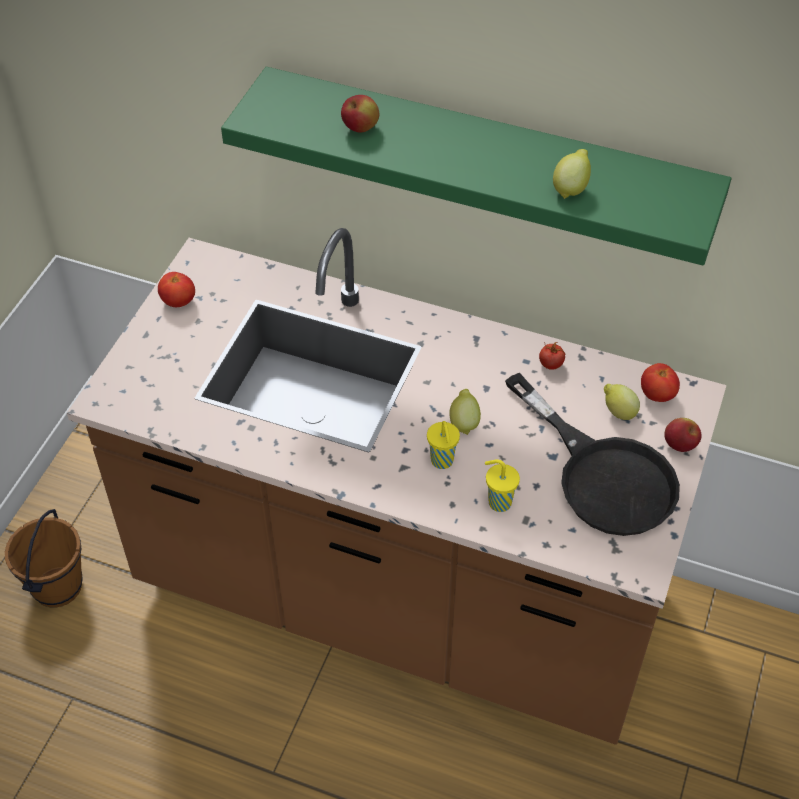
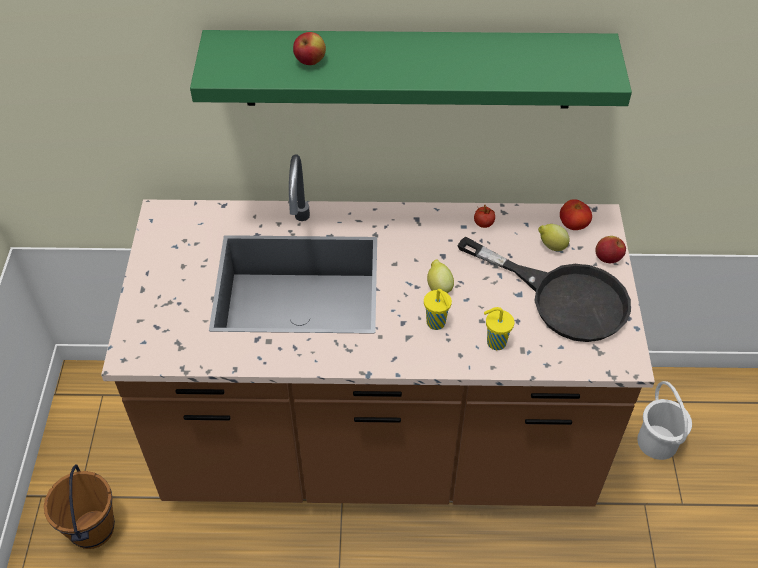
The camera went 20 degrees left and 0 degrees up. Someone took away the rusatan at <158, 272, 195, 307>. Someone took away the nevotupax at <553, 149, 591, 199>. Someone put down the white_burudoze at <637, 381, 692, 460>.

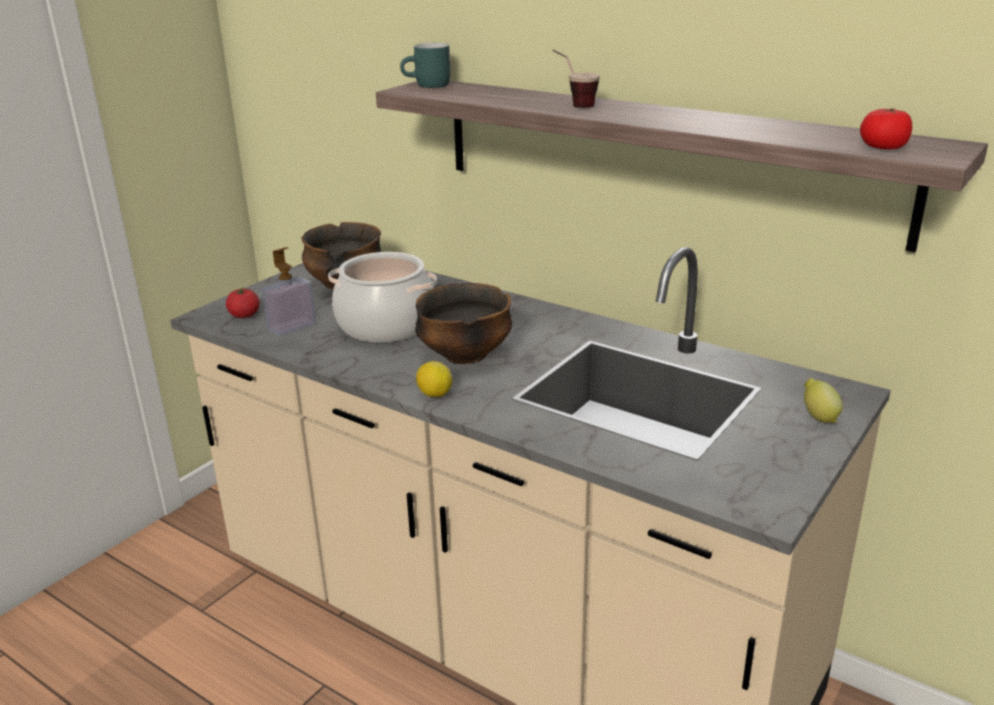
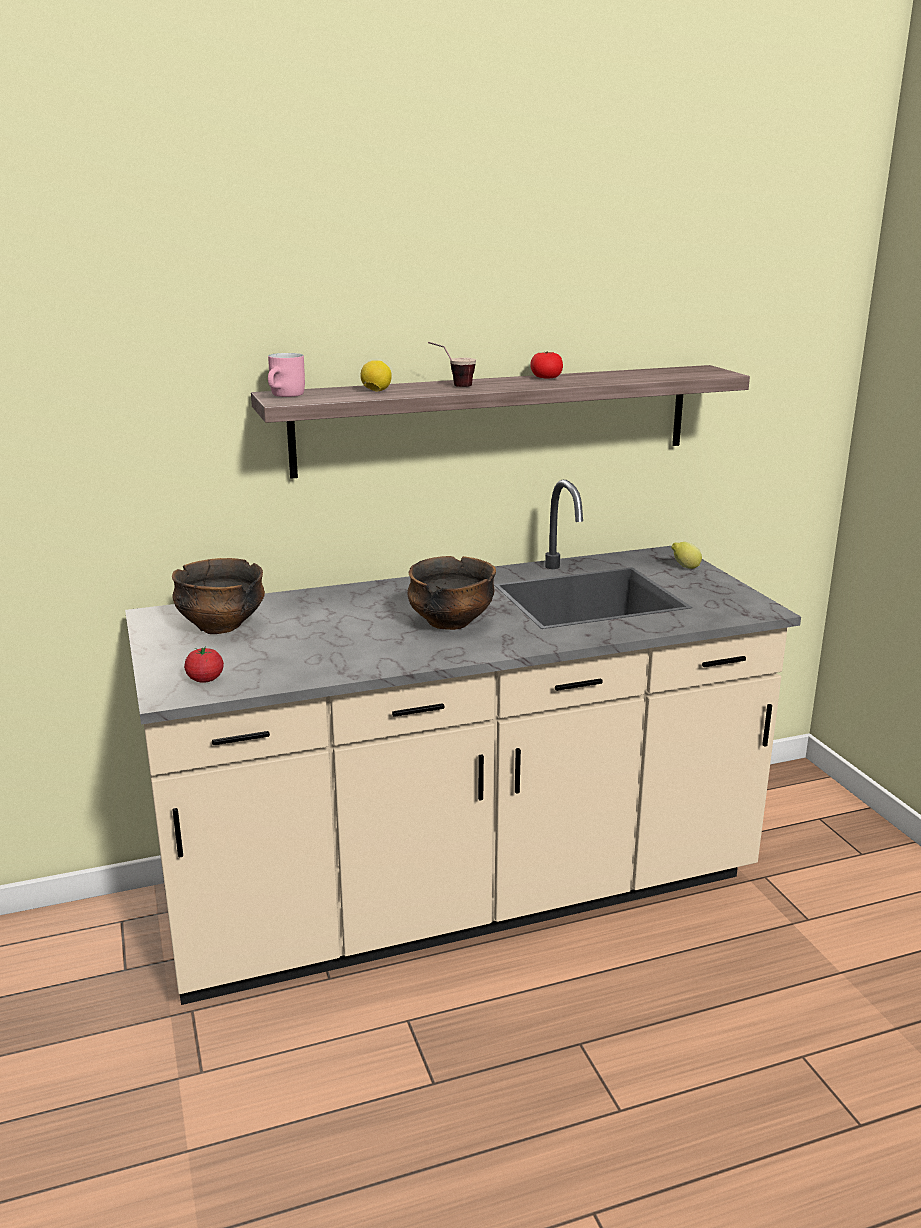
The camera went 55 degrees left and 5 degrees down. Someone took away the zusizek at <262, 247, 316, 336>. Someone took away the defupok at <328, 252, 437, 343>. Someone repainted the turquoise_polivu at <400, 43, 450, 88>, which became the pink_polivu at <268, 353, 305, 397>. Someone carried the nevotupax from <416, 361, 452, 397> to <360, 360, 392, 391>. Someone carried the rusatan from <860, 108, 912, 150> to <530, 351, 563, 379>.

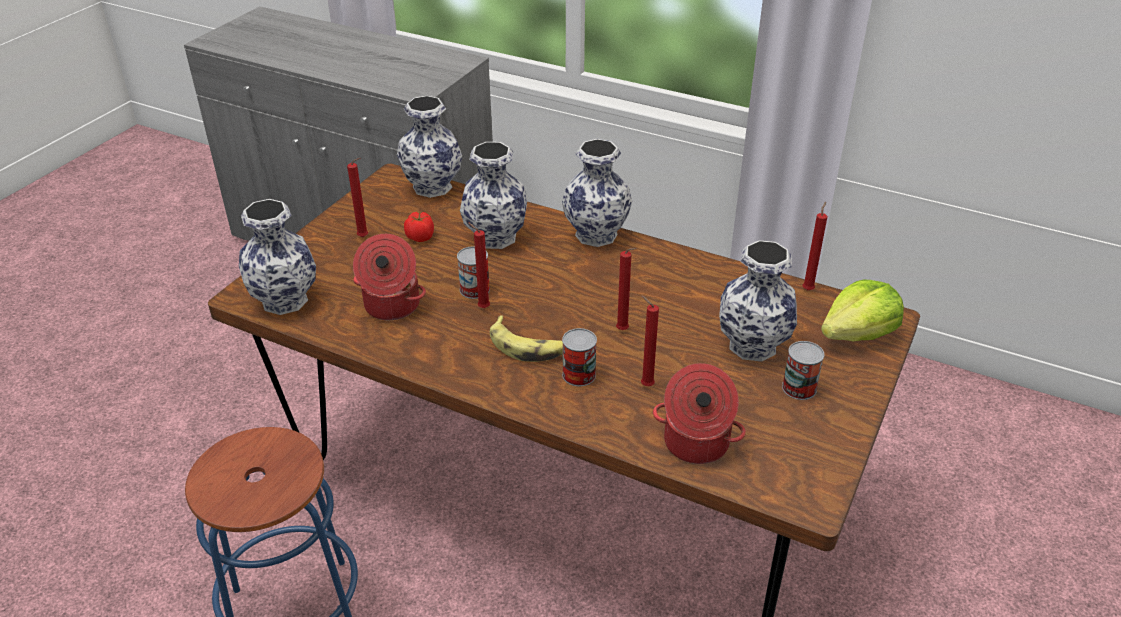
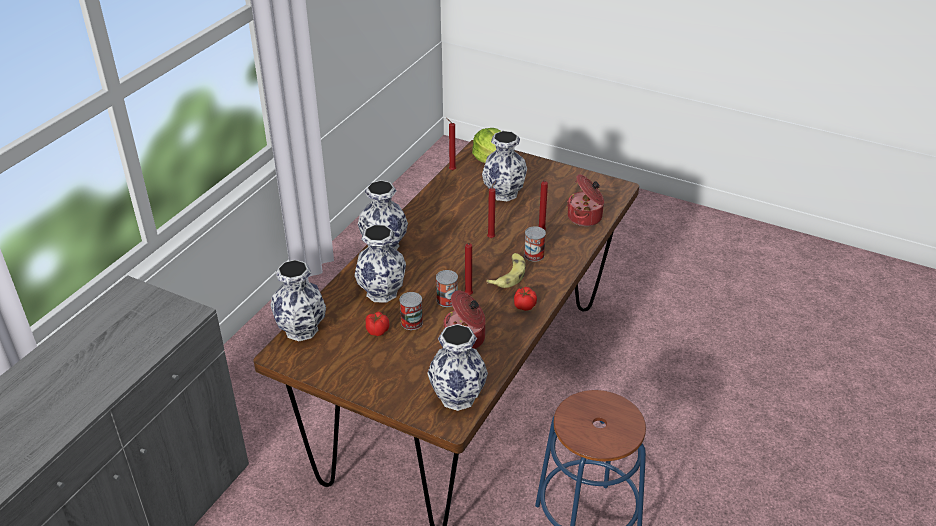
The camera went 90 degrees left and 0 degrees up. Someone took away the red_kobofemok at <347, 158, 368, 237>. Someone carried the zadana from <782, 341, 824, 400> to <400, 292, 423, 330>. Someone put down the rusatan at <514, 287, 537, 311>.

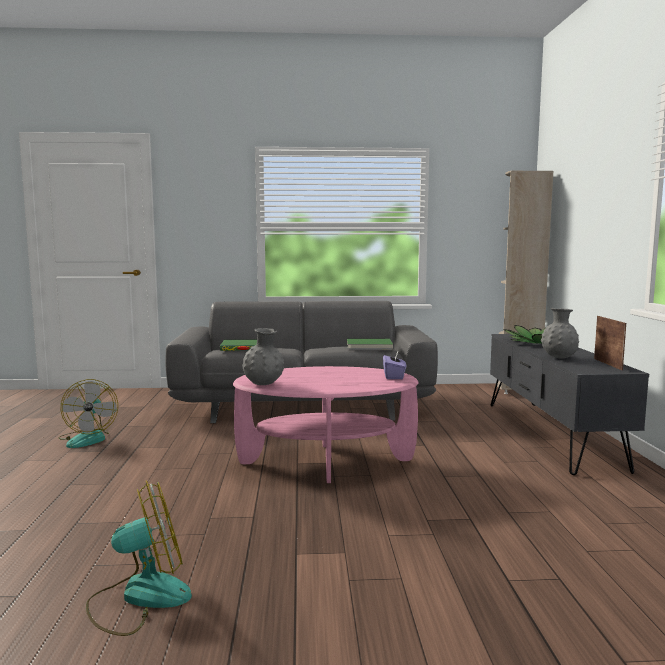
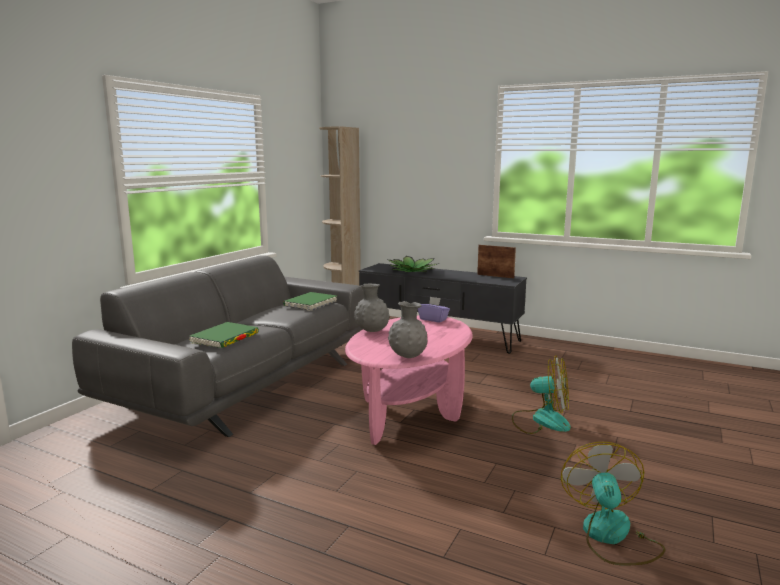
The camera went 60 degrees left and 5 degrees up. Someone carried the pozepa from <58, 379, 118, 448> to <512, 356, 571, 434>. Someone carried the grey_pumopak from <541, 308, 579, 358> to <354, 283, 390, 332>.

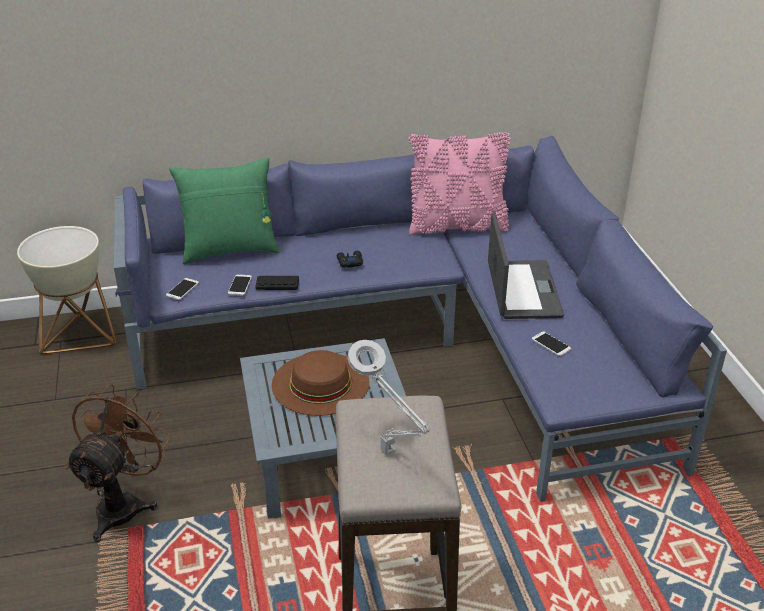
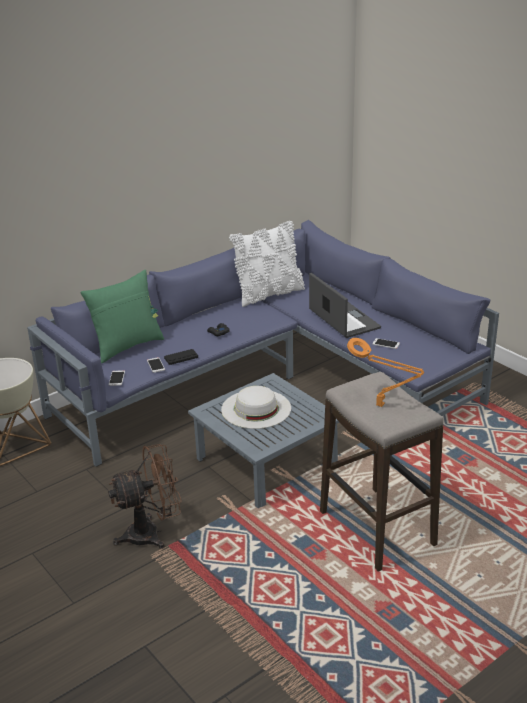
The camera went 25 degrees left and 5 degrees down. Someone rotated the brown_pozepa at <65, 384, 172, 542> by 75 degrees clockwise. Someone repainted the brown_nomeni at <272, 350, 369, 416>, which became the white_nomeni at <221, 386, 291, 429>. Someone repainted the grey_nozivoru at <347, 340, 430, 455>, which became the orange_nozivoru at <347, 338, 424, 407>. Someone repainted the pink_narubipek at <408, 132, 511, 235>, which became the white_narubipek at <229, 221, 305, 307>.

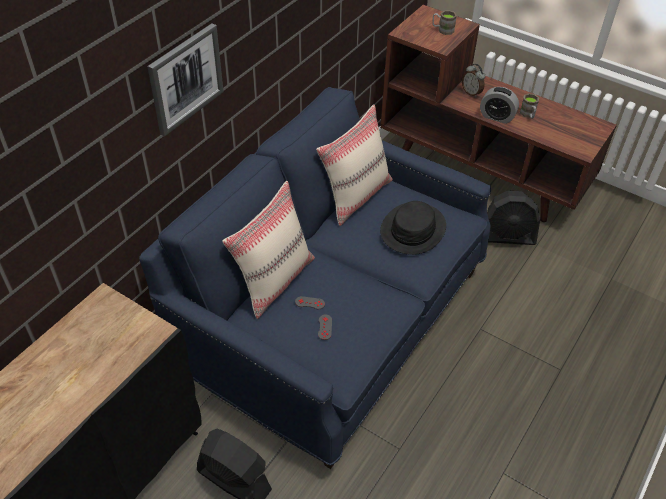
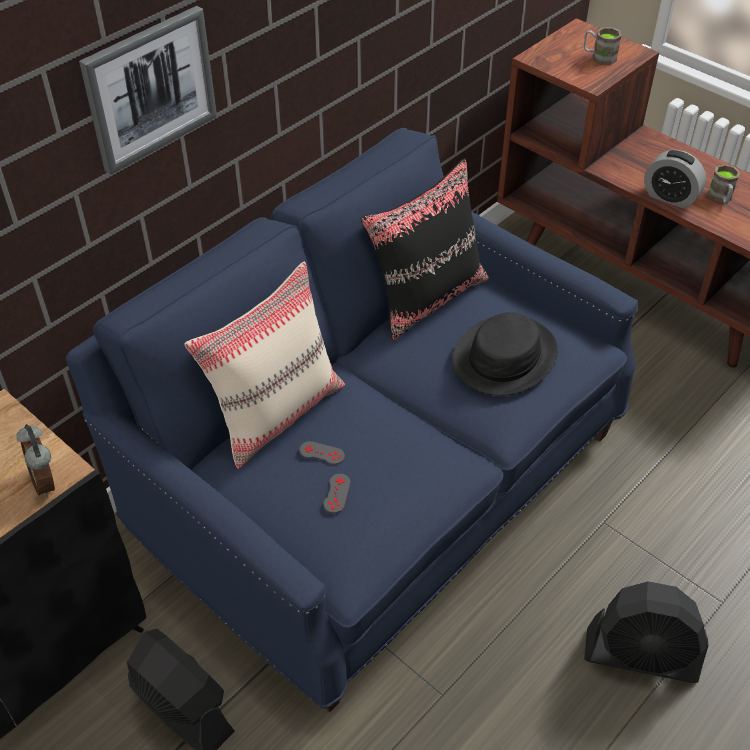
The camera went 10 degrees right and 0 degrees up. Someone repainted the beige_narubipek at <316, 105, 392, 226>, which became the black_narubipek at <361, 158, 489, 340>. Someone carried the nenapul from <462, 64, 485, 98> to <16, 424, 55, 498>. Someone carried the black_pozepa from <487, 190, 540, 245> to <584, 581, 709, 683>.

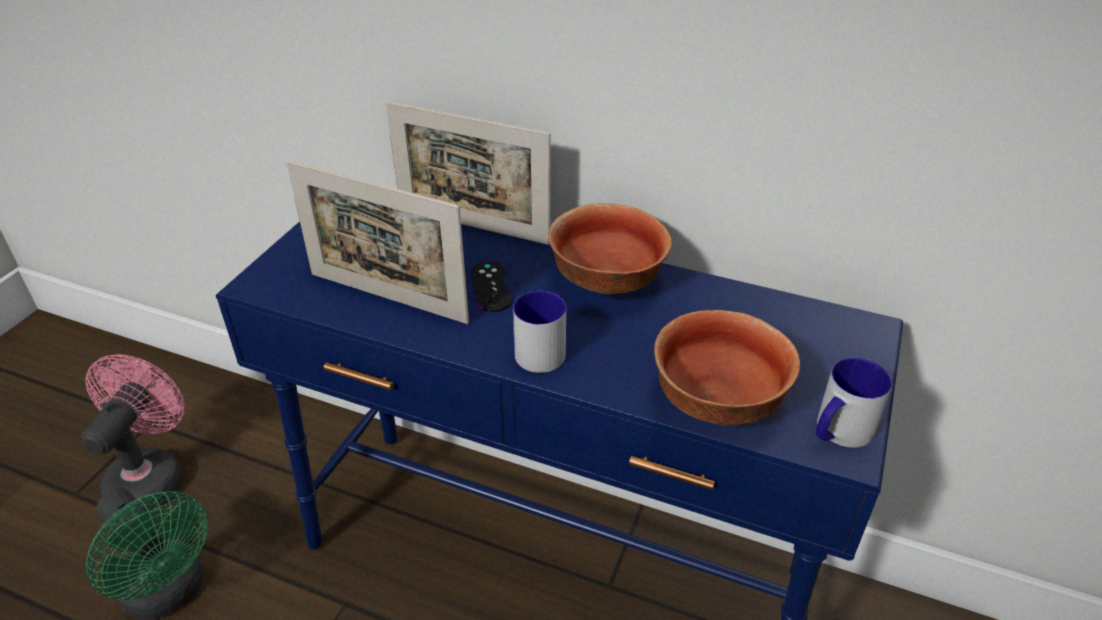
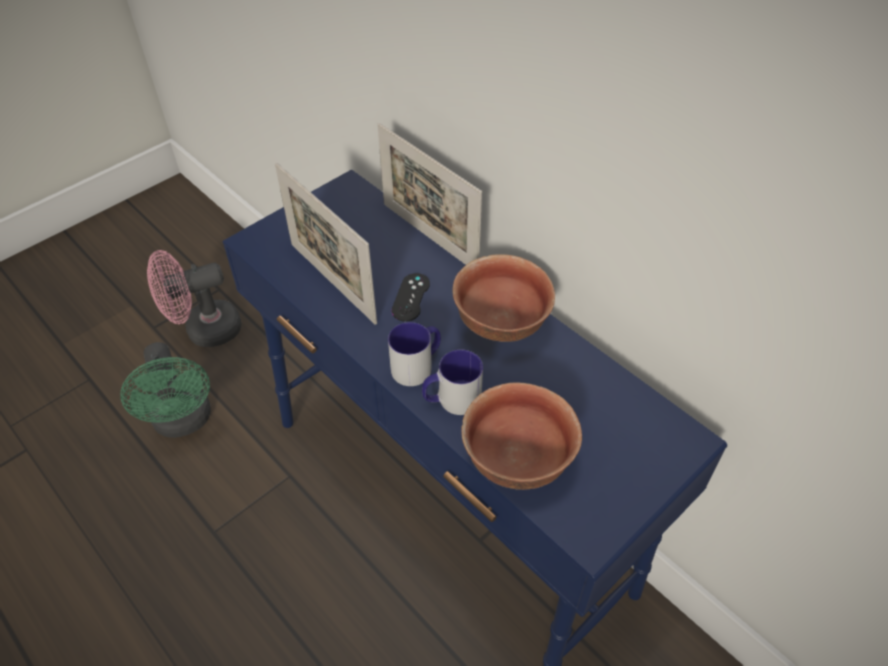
The camera went 25 degrees right and 10 degrees up. Someone rotated the pink_pozepa at <81, 354, 185, 511> by 150 degrees counterclockwise. Someone carried the polivu from <816, 358, 892, 448> to <422, 350, 483, 415>.

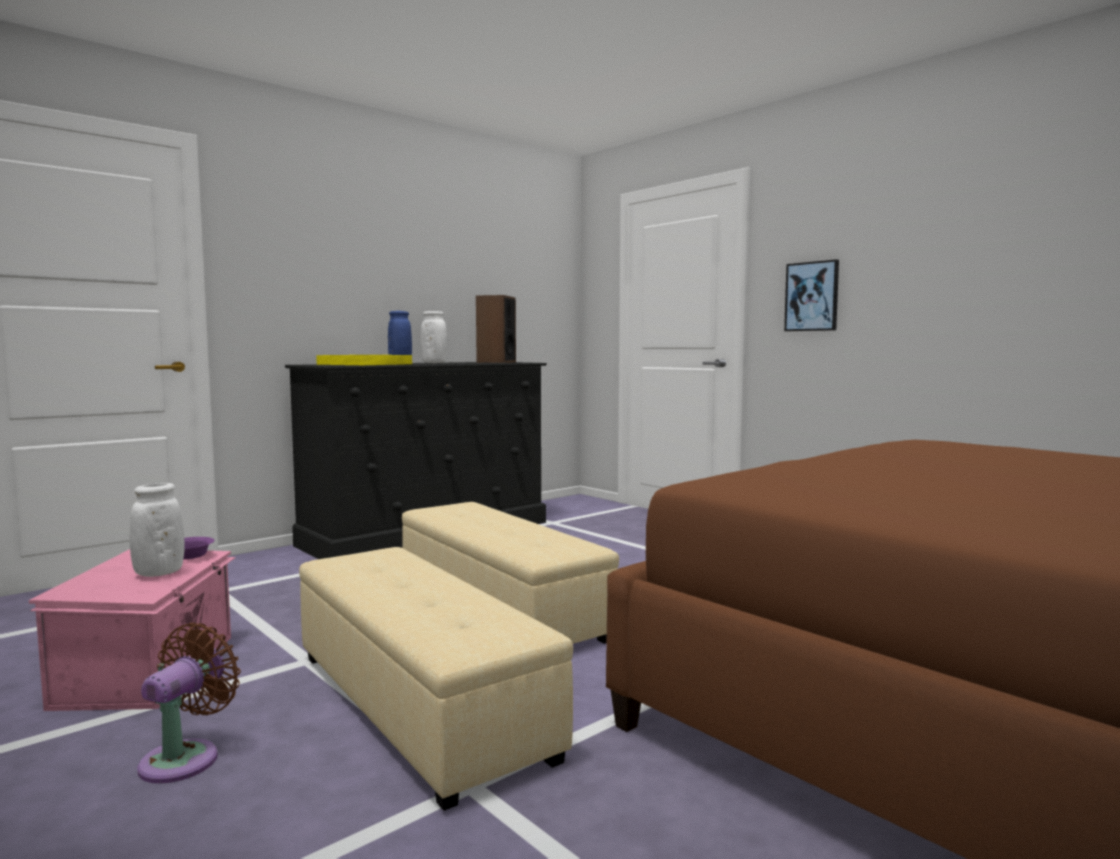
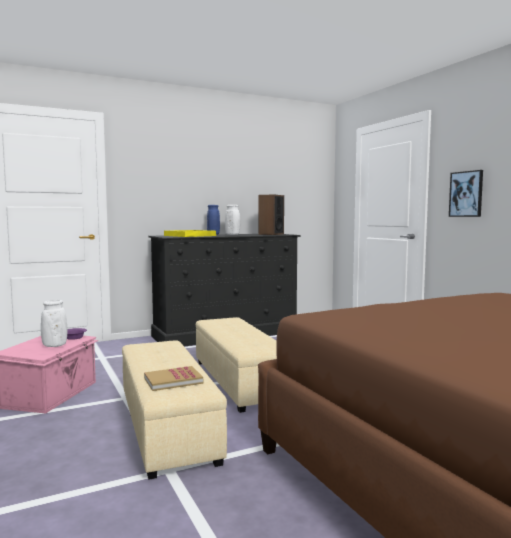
The camera went 15 degrees right and 0 degrees up. Someone took away the brown_pozepa at <138, 623, 241, 783>. Someone put down the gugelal at <144, 366, 203, 391>.

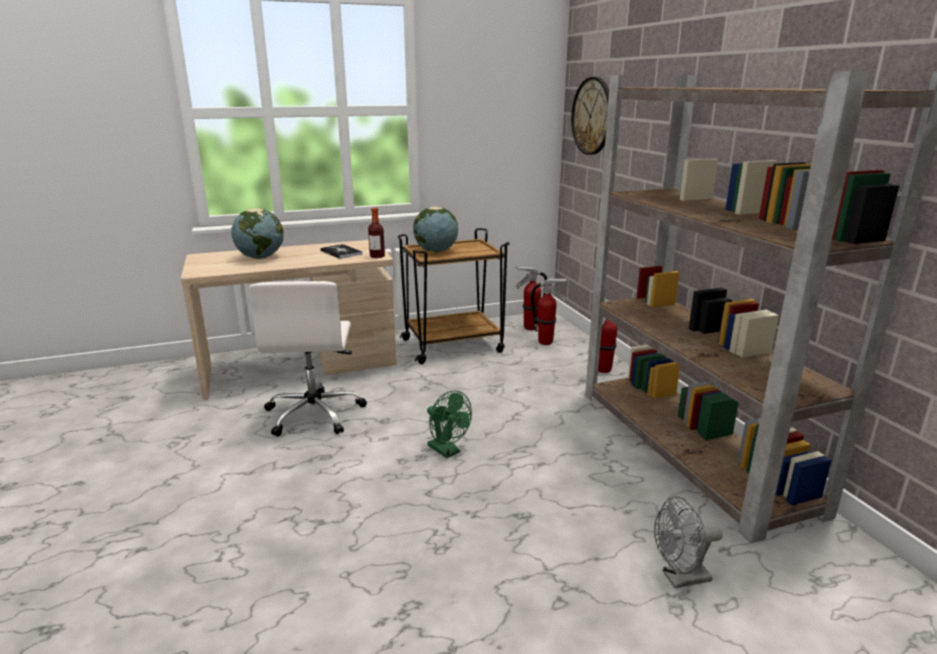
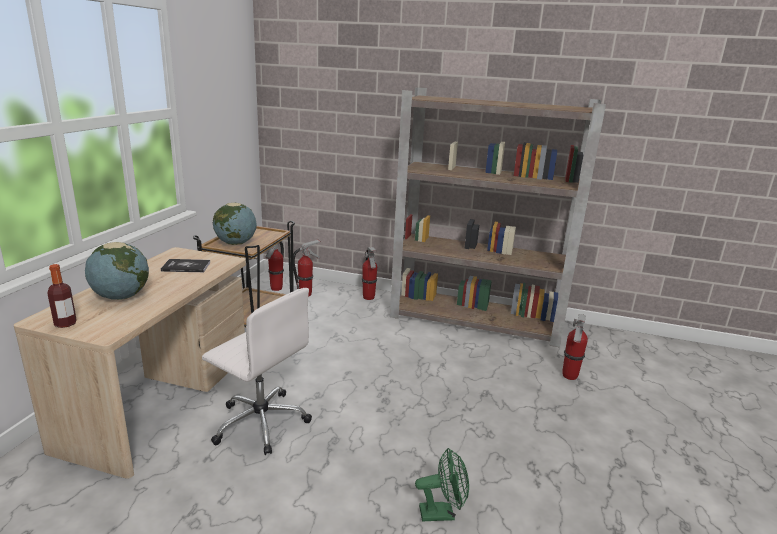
The camera went 55 degrees left and 0 degrees up. Someone carried the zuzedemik from <368, 208, 385, 258> to <47, 264, 77, 328>. Someone carried the green_pozepa from <427, 391, 472, 458> to <415, 448, 469, 521>. Someone took away the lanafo at <571, 77, 609, 155>. Someone swapped the grey_pozepa at <654, 496, 723, 588> for the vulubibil at <562, 314, 588, 380>.

